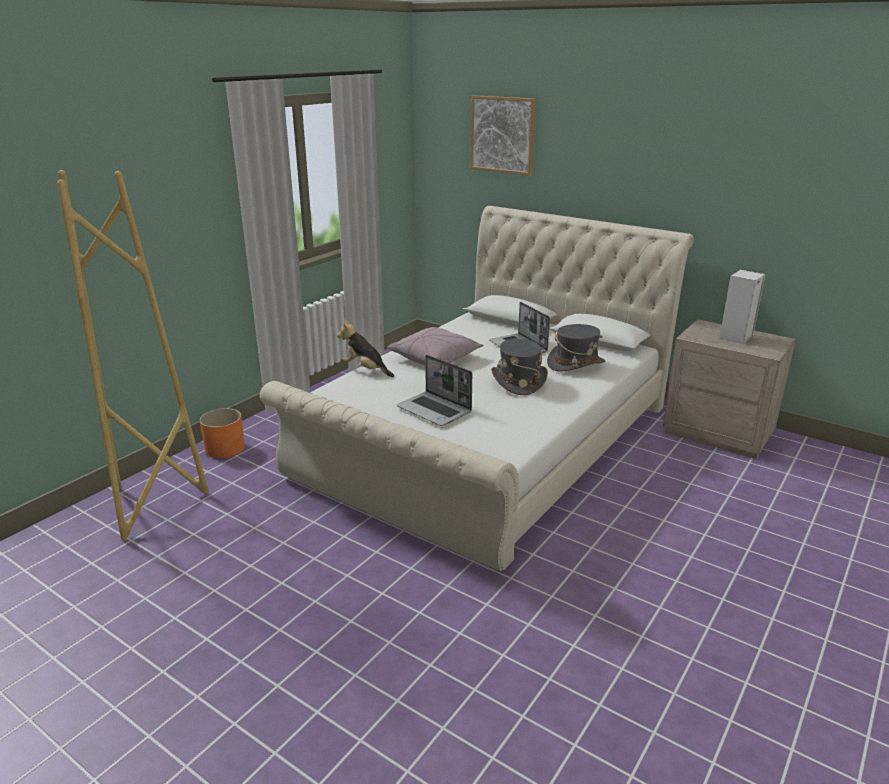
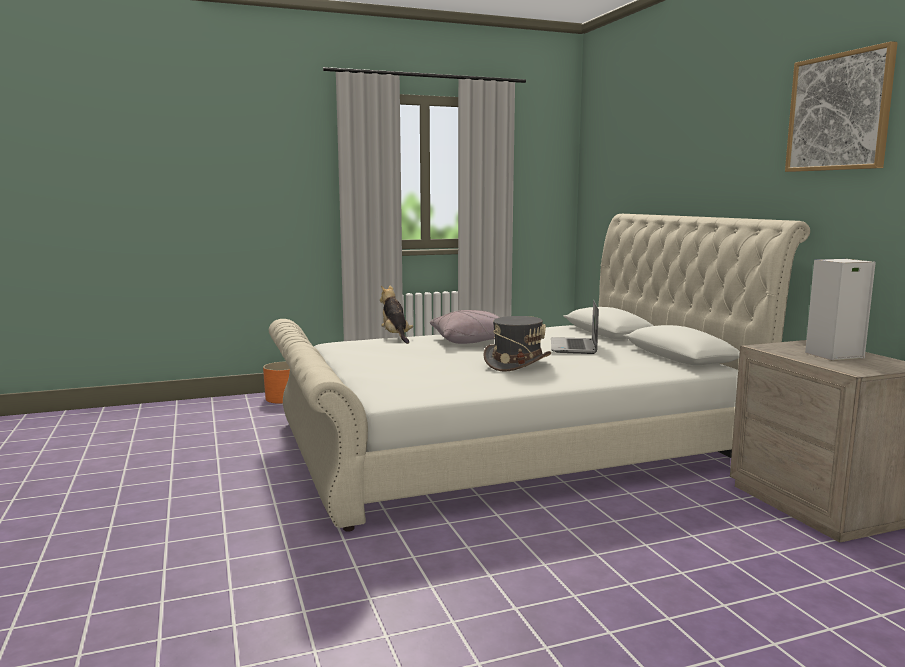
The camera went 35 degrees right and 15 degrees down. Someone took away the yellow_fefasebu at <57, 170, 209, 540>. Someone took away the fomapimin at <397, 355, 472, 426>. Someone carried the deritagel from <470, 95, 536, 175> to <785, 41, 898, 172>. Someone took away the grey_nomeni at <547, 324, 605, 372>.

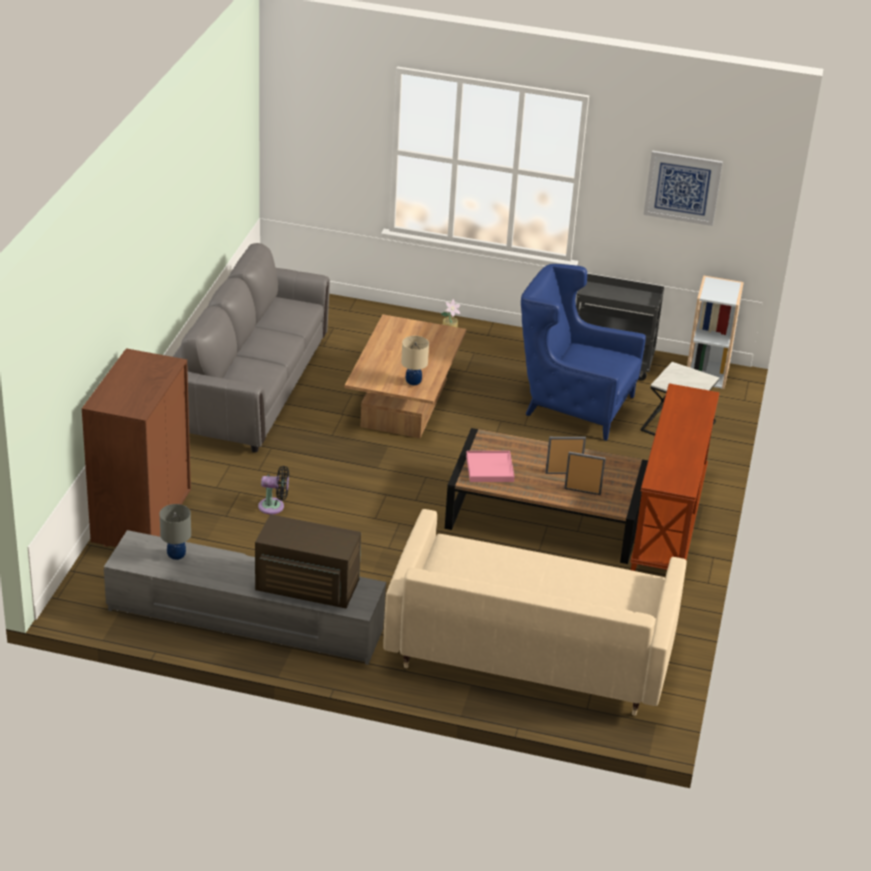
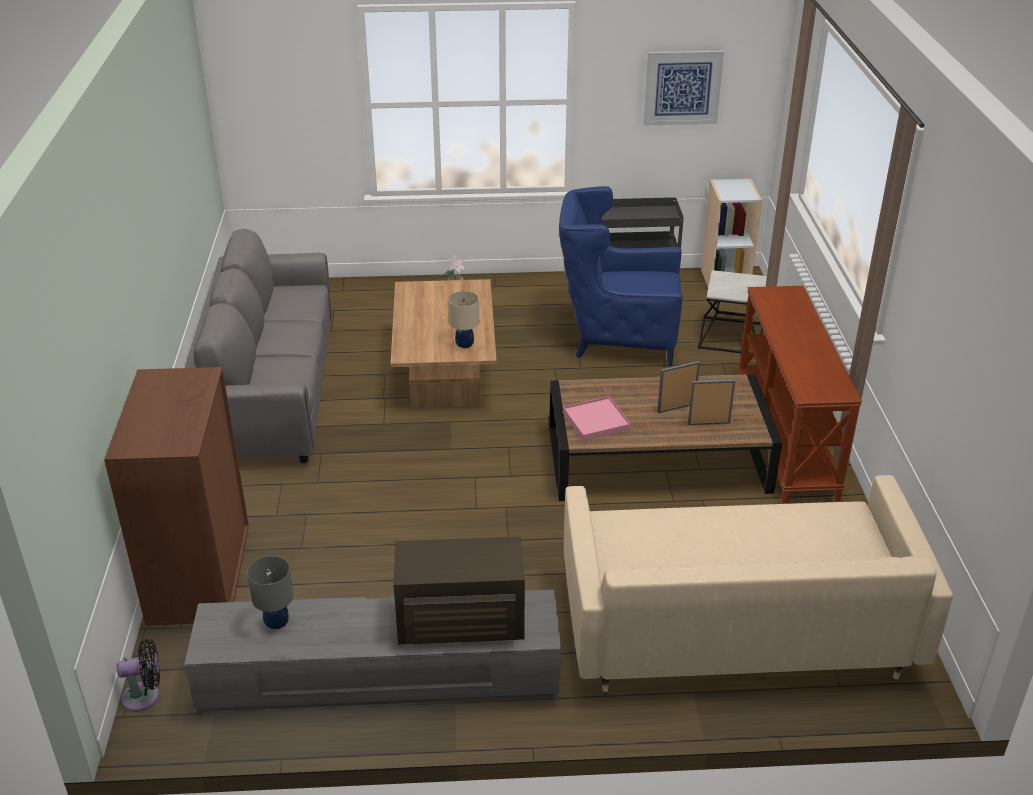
The camera went 15 degrees left and 0 degrees up. Someone carried the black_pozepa from <258, 466, 289, 514> to <117, 639, 160, 712>.

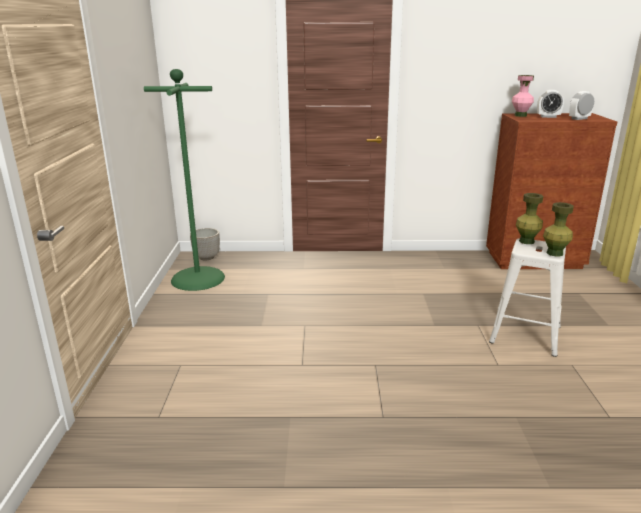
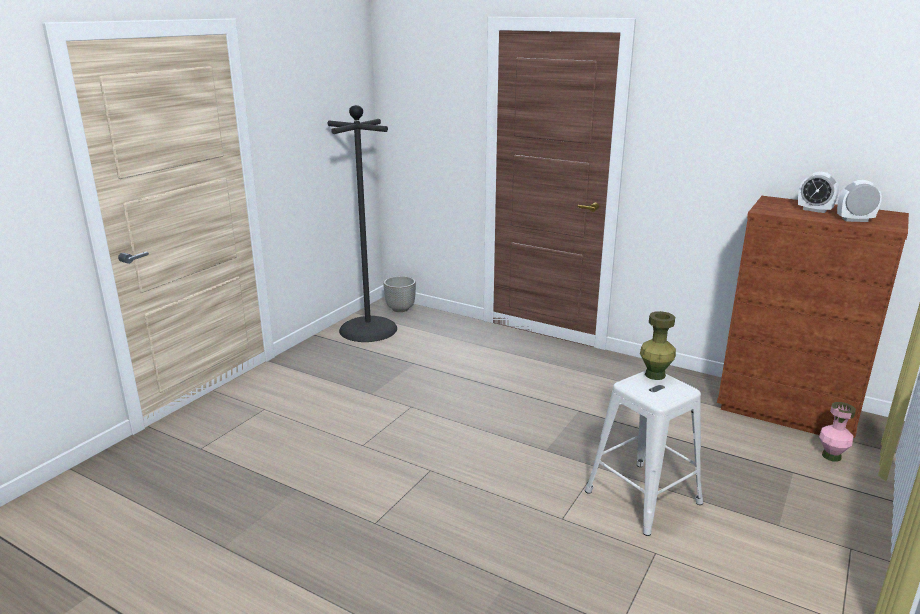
The camera went 30 degrees right and 0 degrees up. Someone repainted the green_fefasebu at <144, 69, 225, 291>, which became the black_fefasebu at <327, 105, 397, 342>. Someone carried the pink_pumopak from <512, 75, 534, 117> to <819, 402, 856, 462>. Someone took away the green_pumopak at <543, 202, 574, 257>.

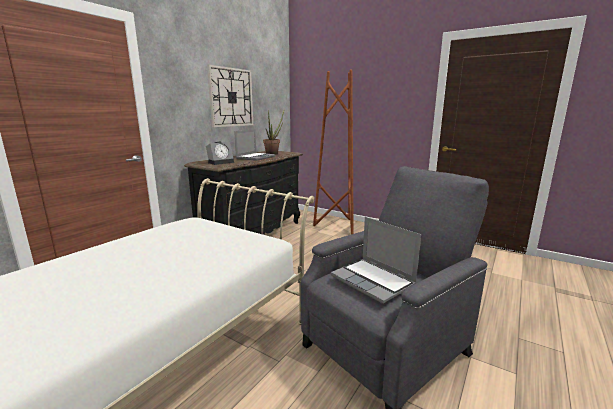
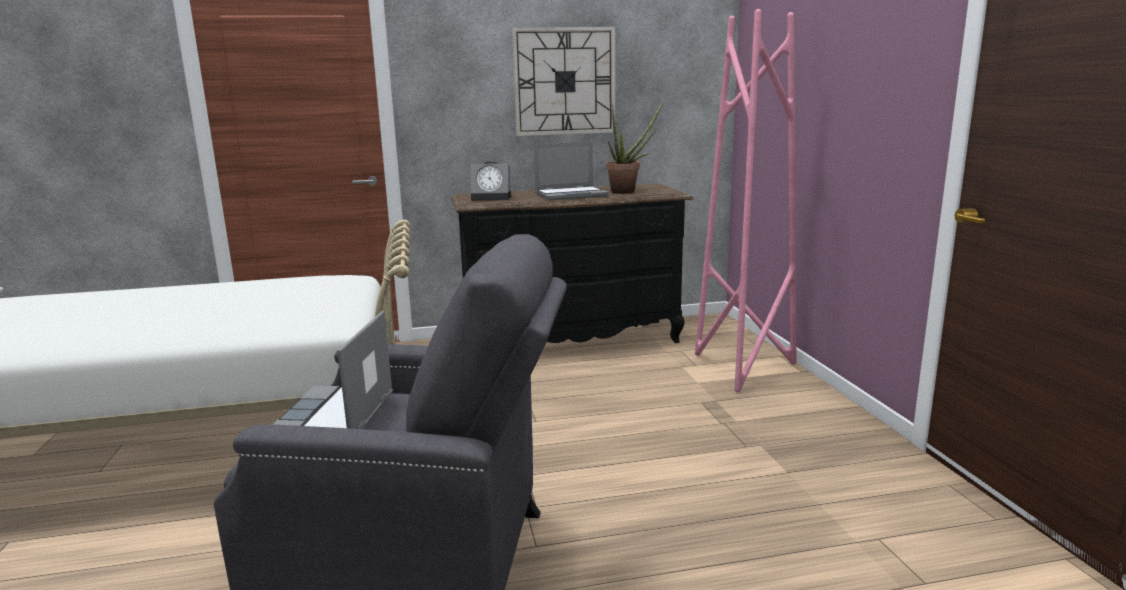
The camera went 45 degrees right and 0 degrees up. Someone repainted the brown_fefasebu at <313, 69, 354, 234>, which became the pink_fefasebu at <695, 9, 796, 392>.

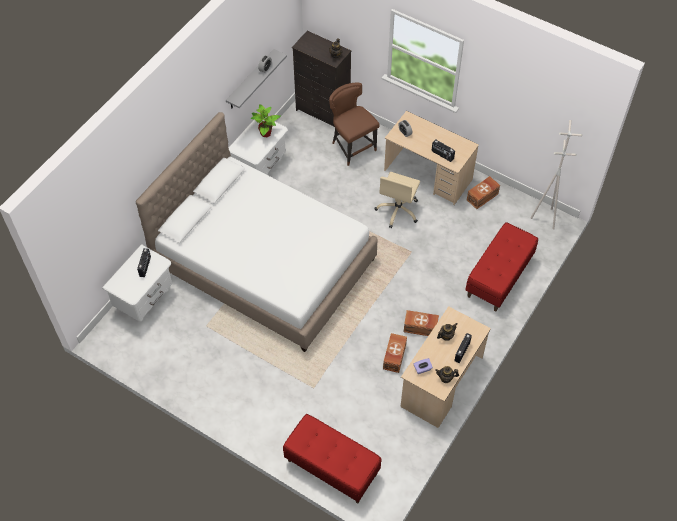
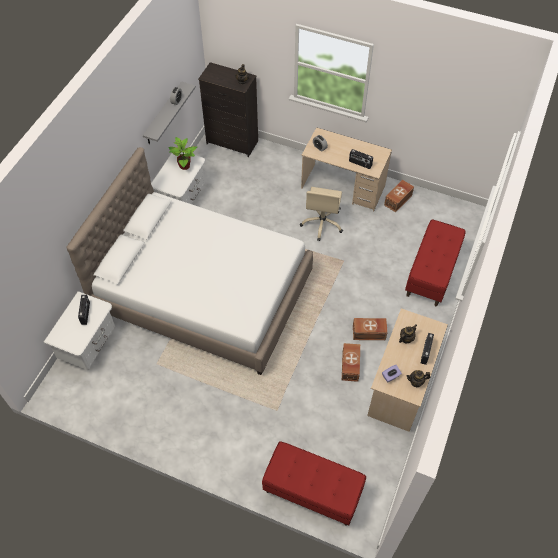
The camera went 10 degrees left and 0 degrees up. Someone took away the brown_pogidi at <329, 82, 380, 166>. Someone took away the grey_fefasebu at <530, 120, 583, 229>.

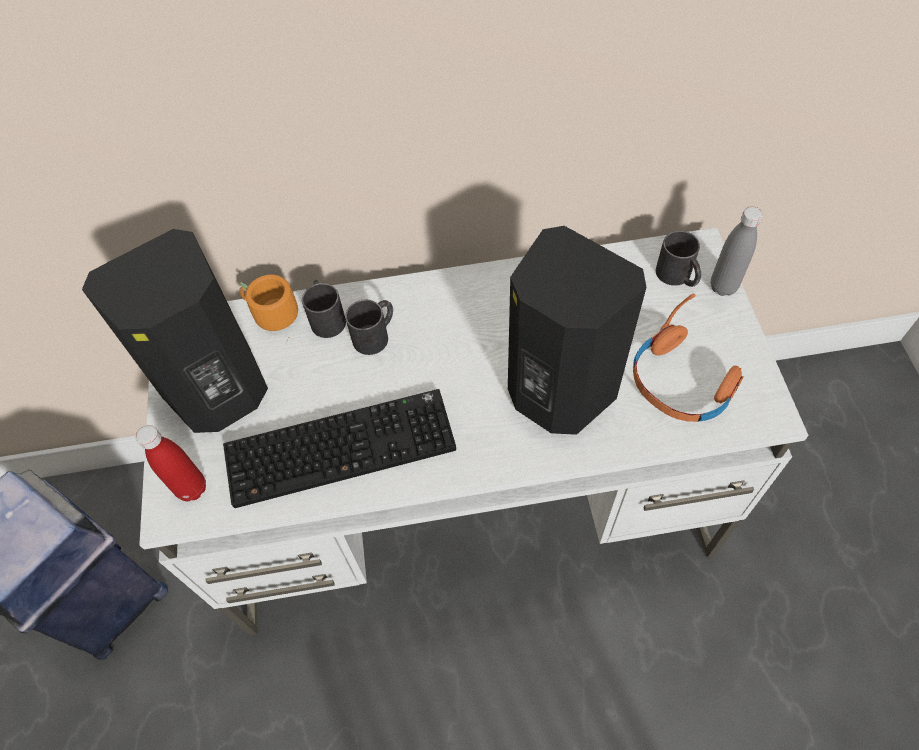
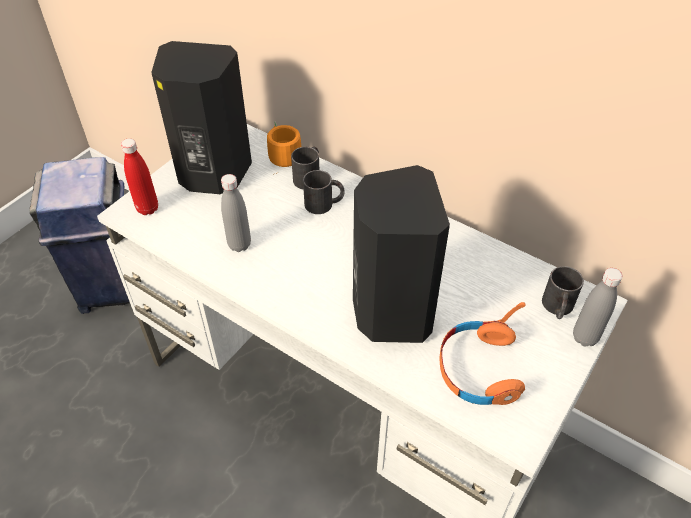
The camera went 40 degrees right and 10 degrees down. Someone swapped the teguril at <223, 389, 456, 508> for the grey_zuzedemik at <221, 174, 251, 252>.

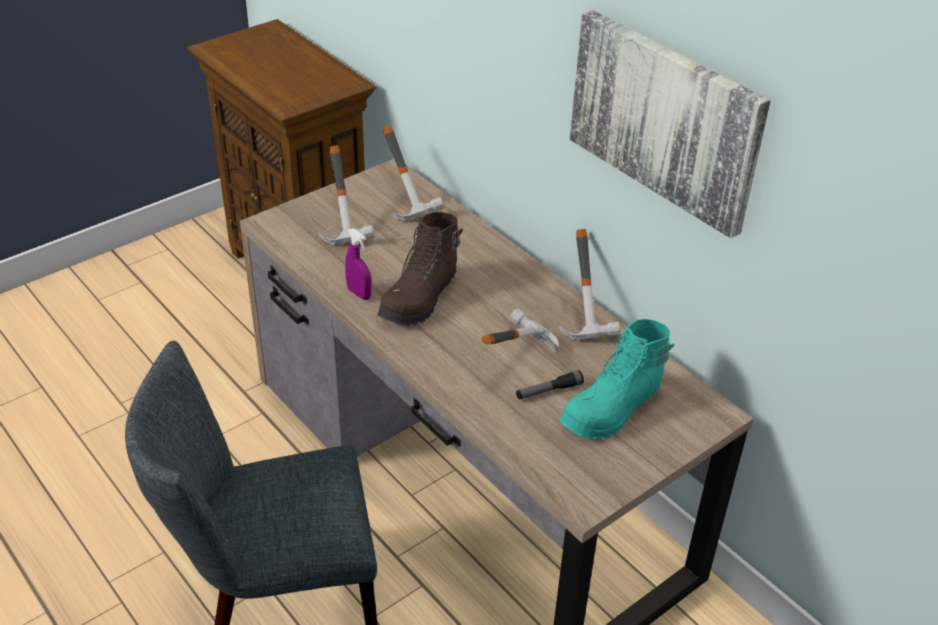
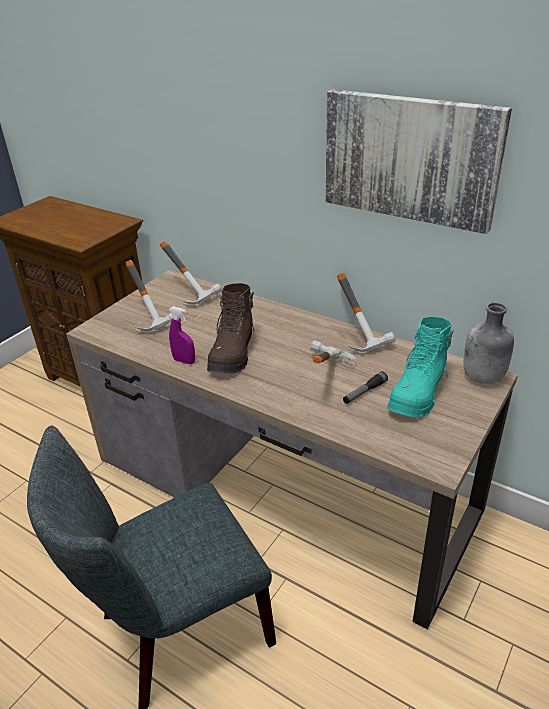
The camera went 15 degrees left and 5 degrees down. Someone put down the grey_zuzedemik at <464, 302, 514, 384>.

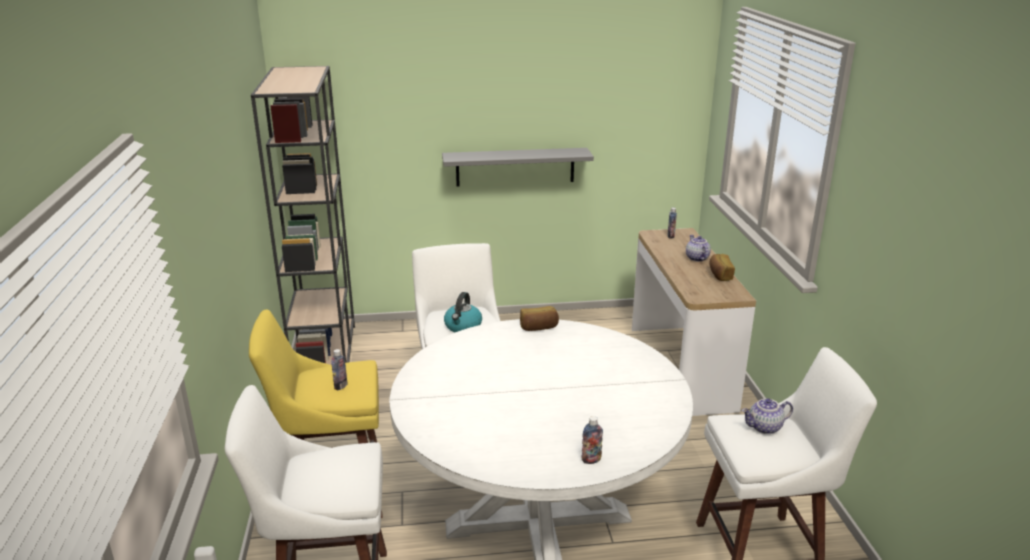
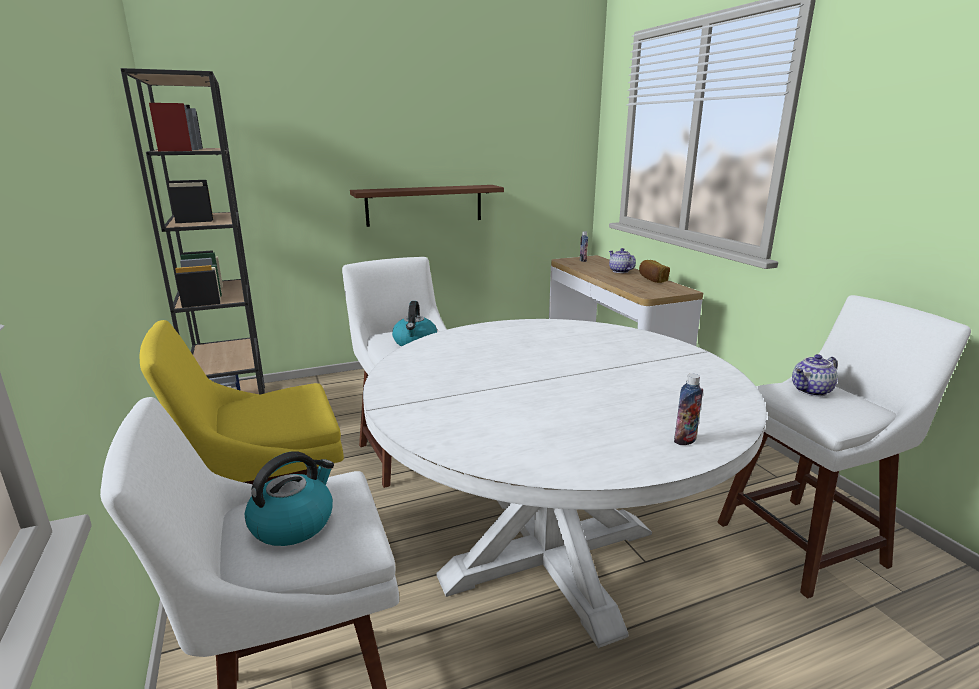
The camera went 15 degrees left and 5 degrees down. Someone took away the zuzedemik at <331, 349, 347, 390>. Someone repainted the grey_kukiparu at <442, 148, 594, 187>, which became the brown_kukiparu at <350, 185, 504, 227>. Someone took away the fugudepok at <520, 306, 559, 331>. Someone put down the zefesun at <245, 451, 334, 546>.

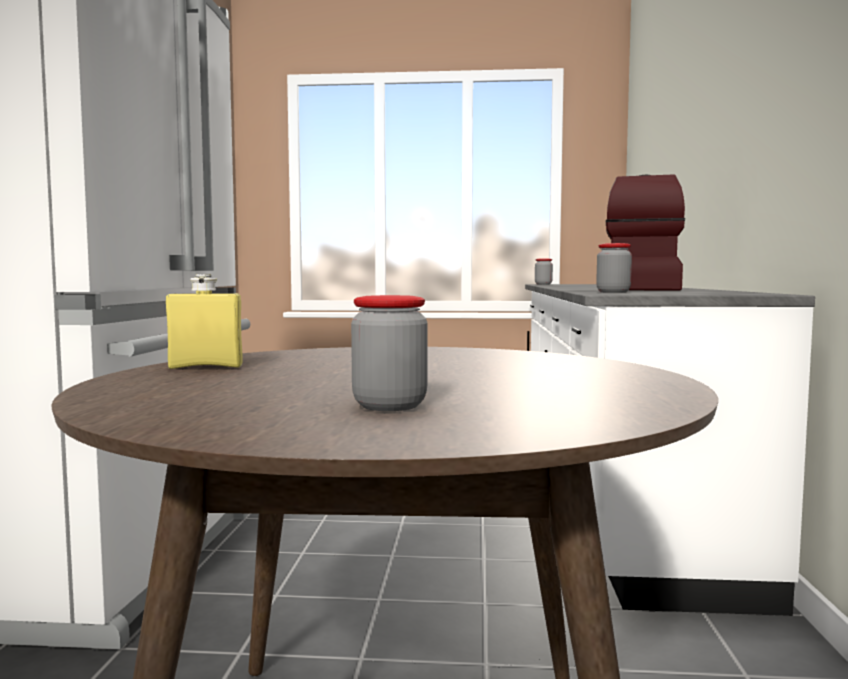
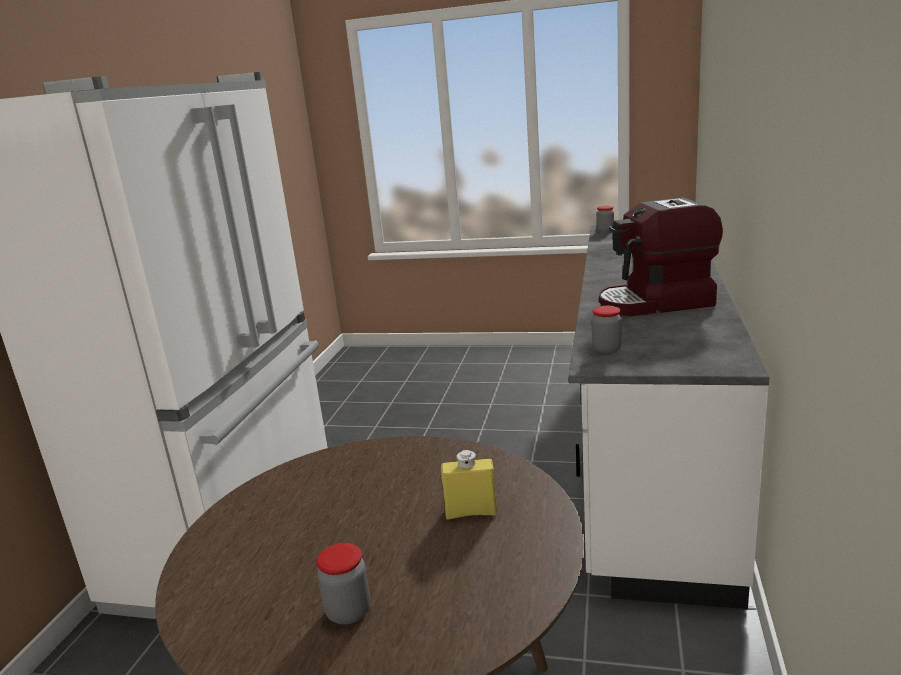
The camera went 10 degrees right and 15 degrees up. Someone carried the yellow_zuzedemik from <166, 274, 243, 369> to <441, 450, 497, 520>. Someone rotated the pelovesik at <606, 174, 685, 291> by 120 degrees counterclockwise.

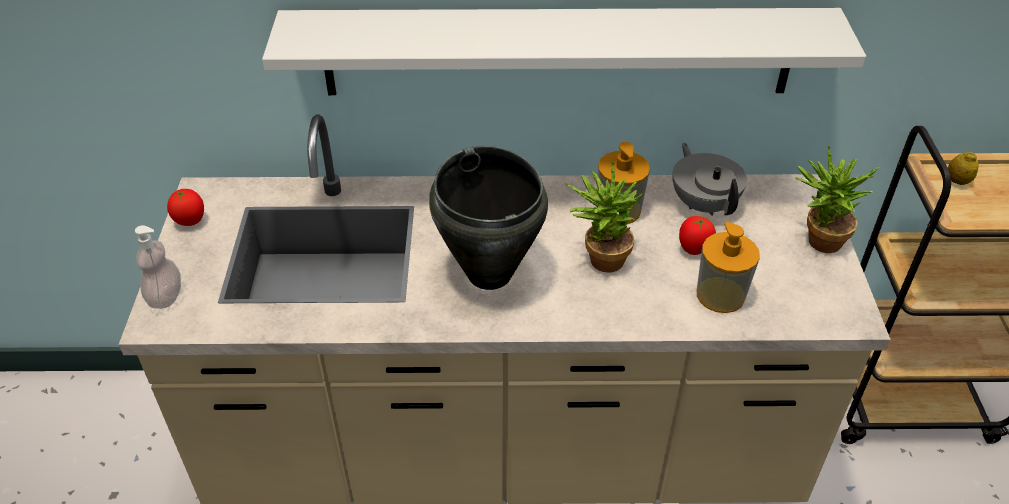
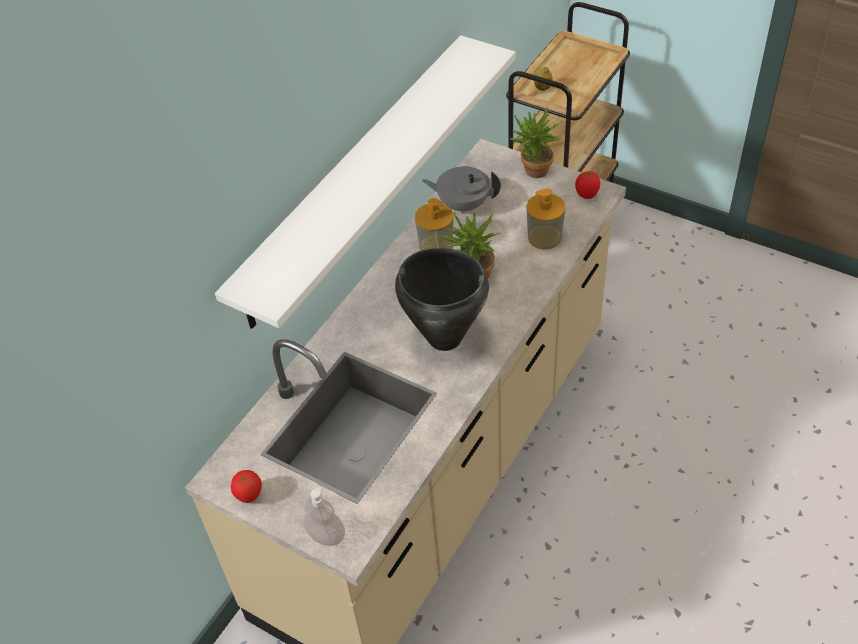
The camera went 55 degrees left and 5 degrees up. Someone carried the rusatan from <679, 216, 716, 255> to <575, 171, 600, 199>.

